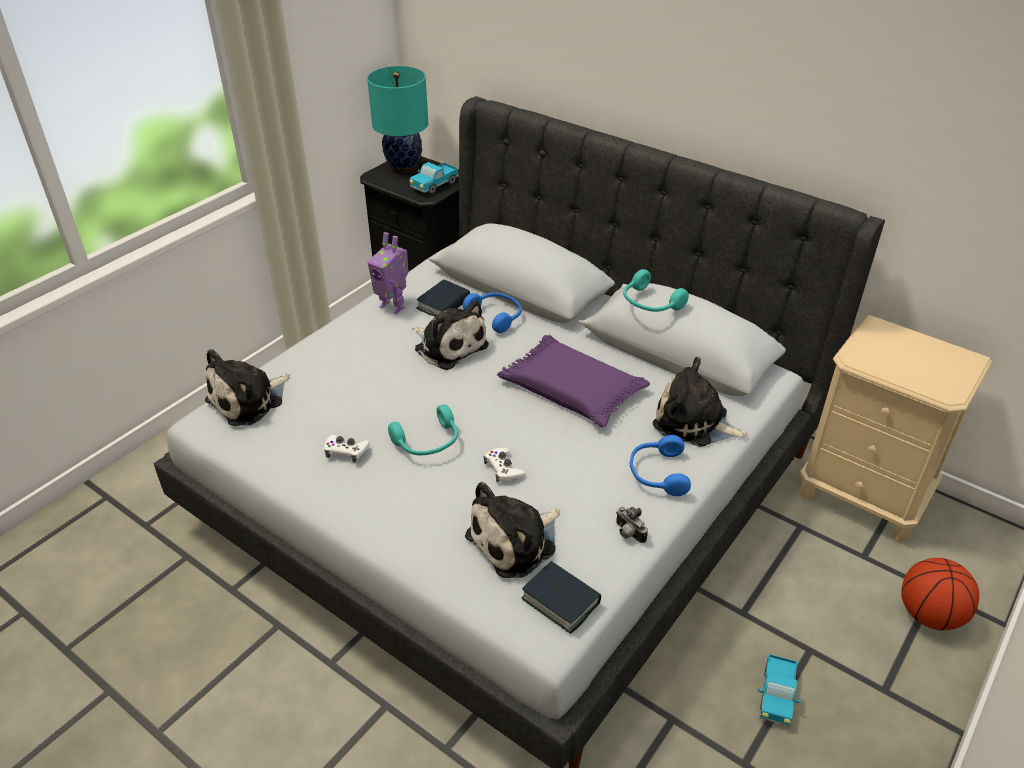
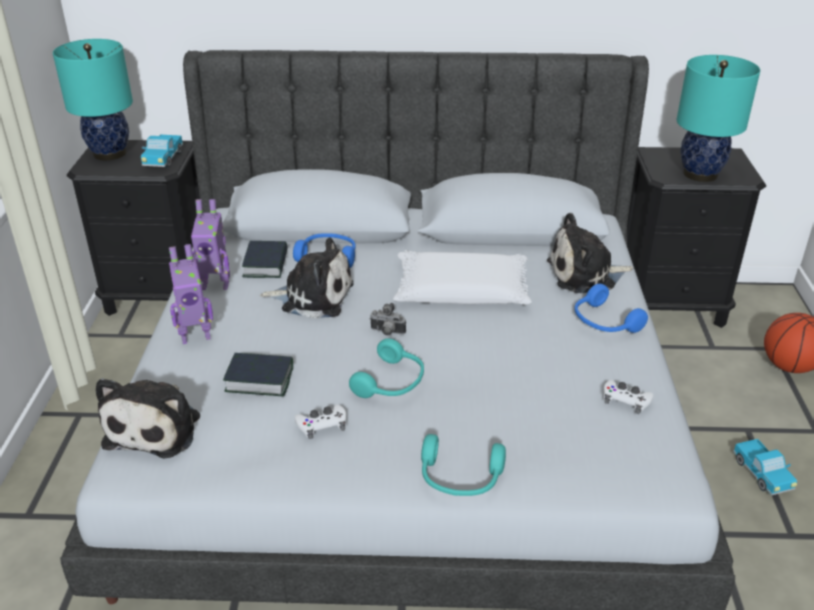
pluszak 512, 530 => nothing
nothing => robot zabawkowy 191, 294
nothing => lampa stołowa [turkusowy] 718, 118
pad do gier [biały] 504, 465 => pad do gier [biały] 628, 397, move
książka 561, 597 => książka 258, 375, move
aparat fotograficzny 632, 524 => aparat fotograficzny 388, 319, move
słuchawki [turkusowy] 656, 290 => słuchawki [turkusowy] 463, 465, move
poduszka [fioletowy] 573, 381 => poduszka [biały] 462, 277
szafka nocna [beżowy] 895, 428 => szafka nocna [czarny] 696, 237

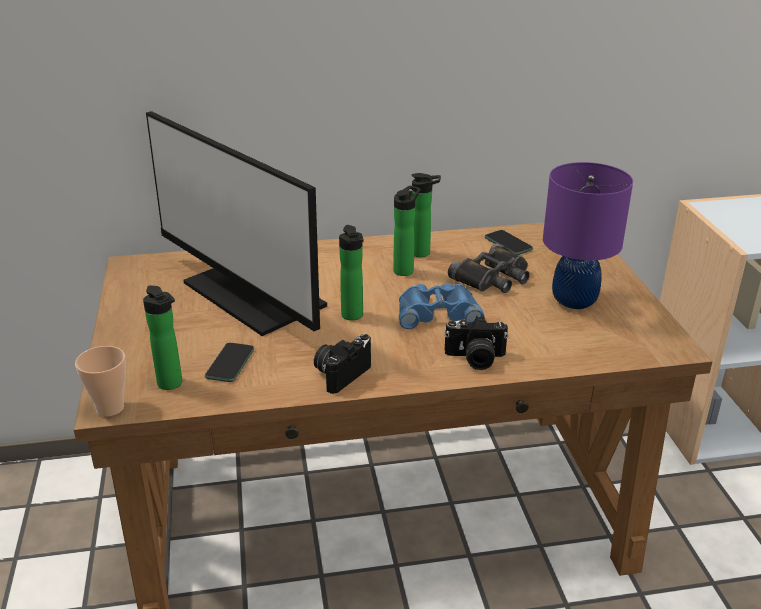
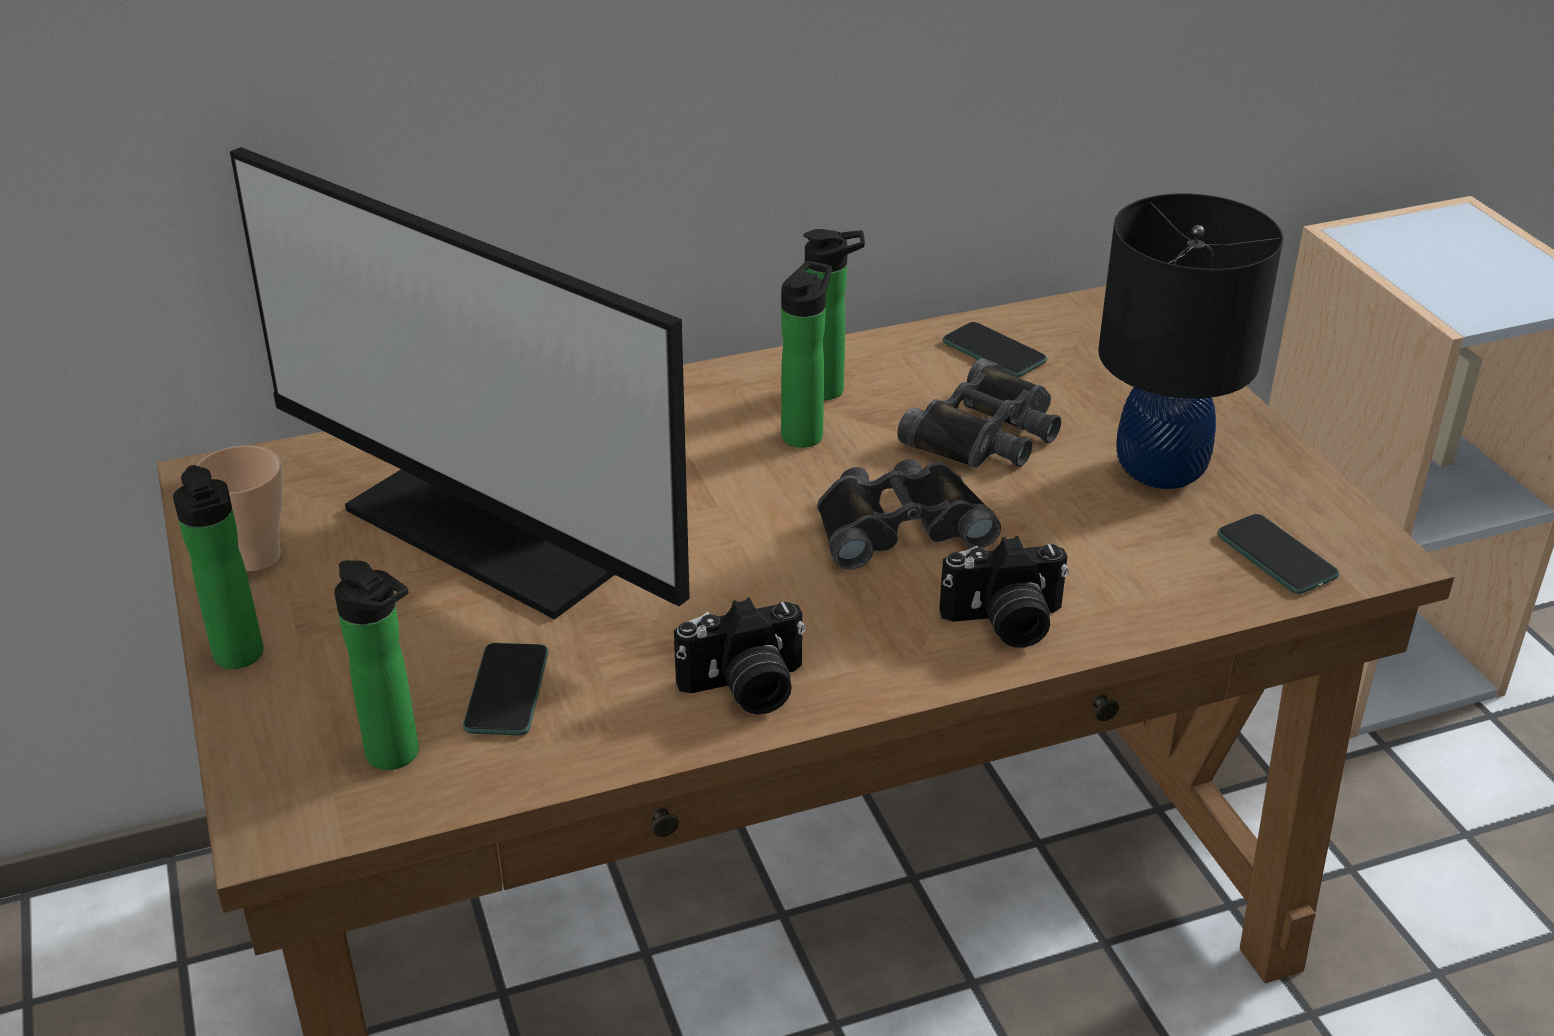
nothing => telefon 1278, 554
filiżanka 100, 381 => filiżanka 240, 508, move
butelka 351, 273 => butelka 218, 567, move
lornetka [niebieski] 441, 306 => lornetka [czarny] 909, 514
lampa stołowa [fioletowy] 588, 235 => lampa stołowa [czarny] 1190, 341
aparat fotograficzny 342, 364 => aparat fotograficzny 740, 656, 135 degrees counterclockwise

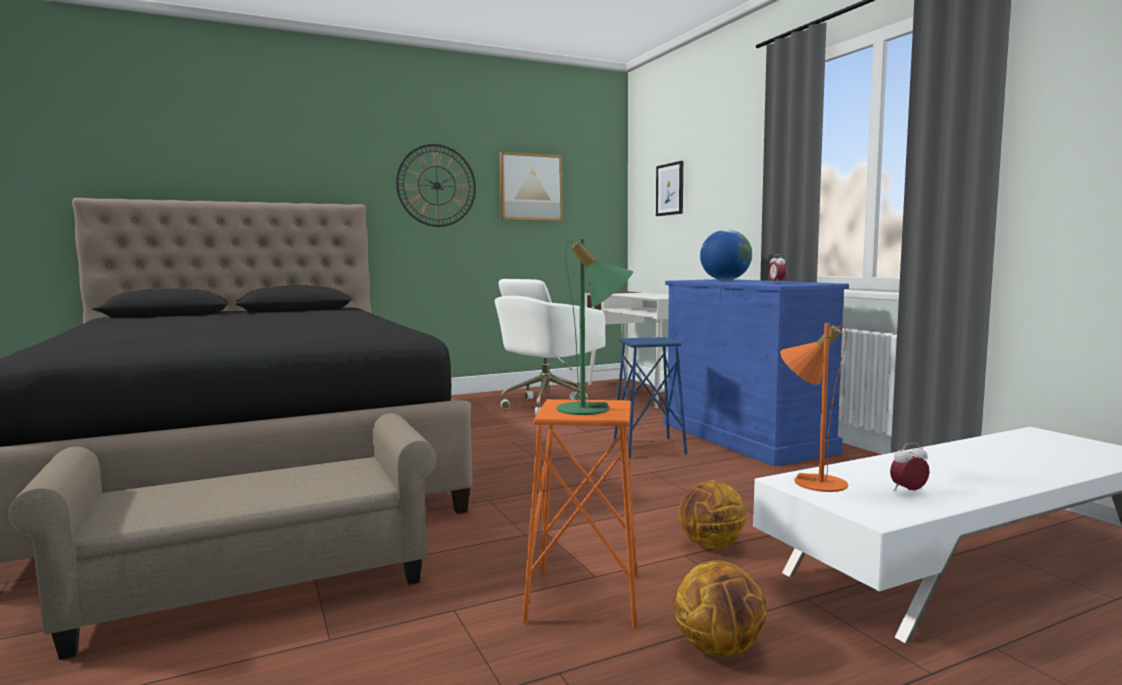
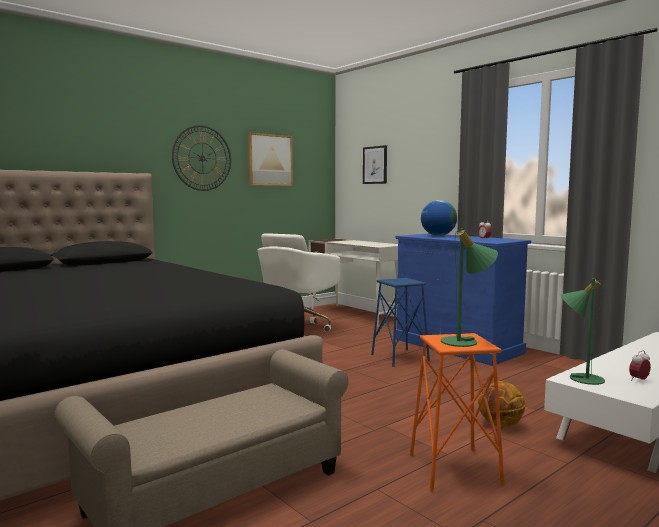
piłka do koszykówki 720, 608 => nothing
lampa stołowa [pomarańczowy] 814, 407 => lampa stołowa [zielony] 582, 332

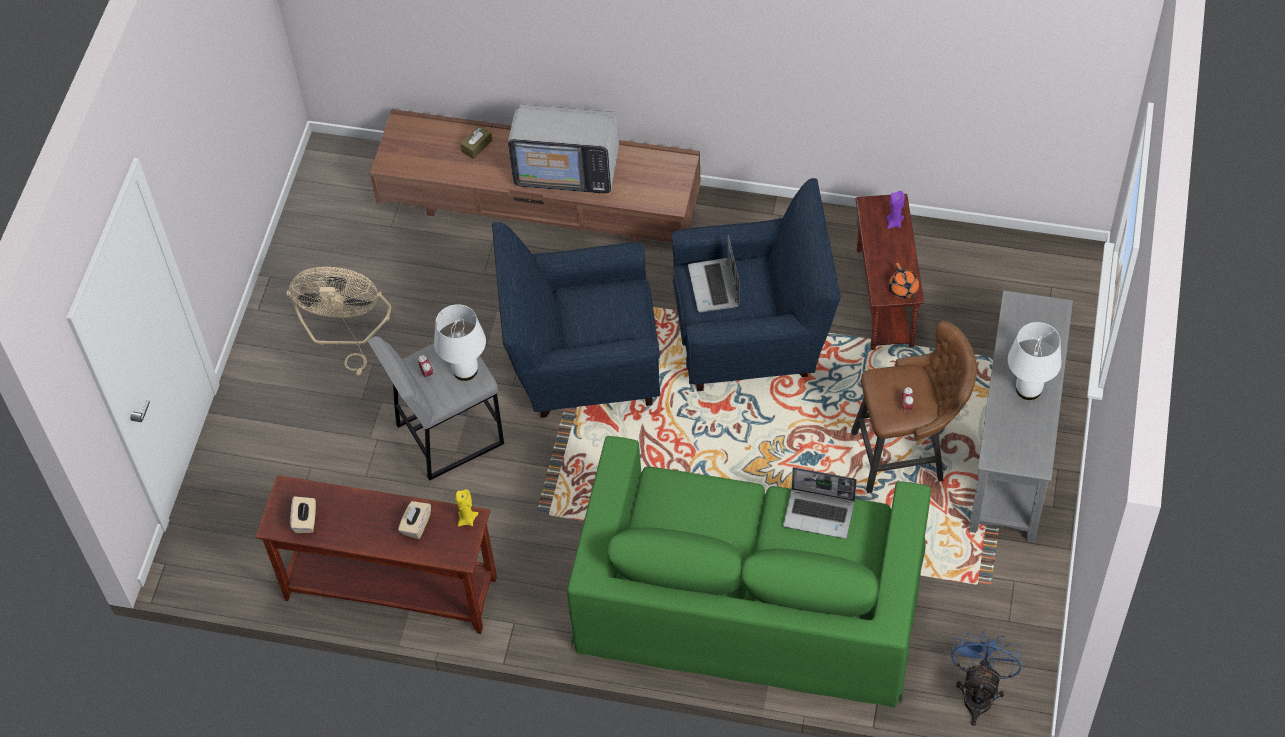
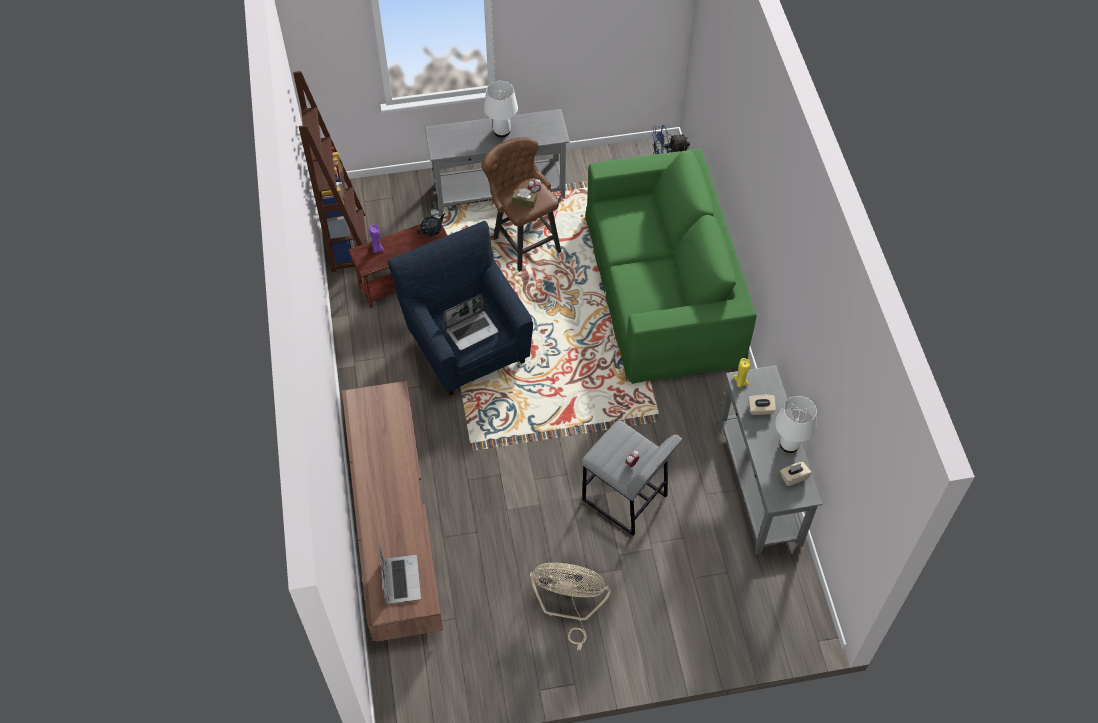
fotel [niebieski] 576, 320 => nothing
telewizor 563, 148 => nothing
nothing => regał [brązowy] 330, 171
lampa stołowa [biały] 460, 342 => lampa stołowa [biały] 796, 424, move
pudełko chusteczek [brązowy] 476, 142 => pudełko chusteczek [brązowy] 524, 198, move
laptop 820, 503 => laptop 400, 575, move
stolik konsolowy [brązowy] 376, 554 => stolik konsolowy [szary] 770, 460
imbryk [pomarańczowy] 904, 281 => imbryk [czarny] 431, 224
wentylator [beżowy] 339, 322 => wentylator [beżowy] 570, 607, 120 degrees clockwise

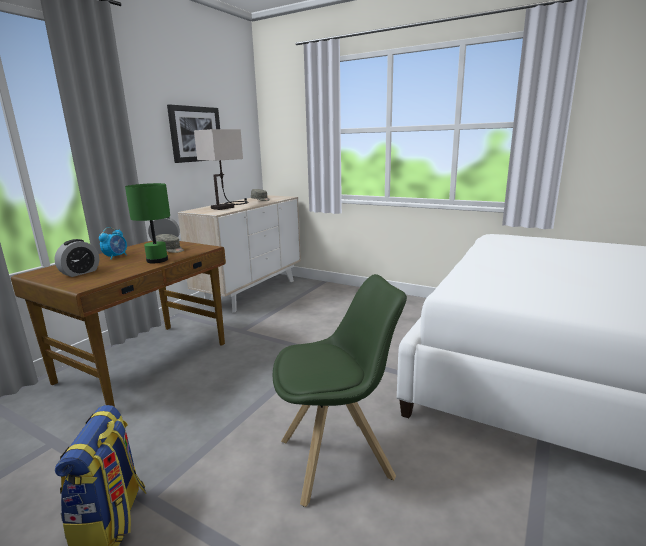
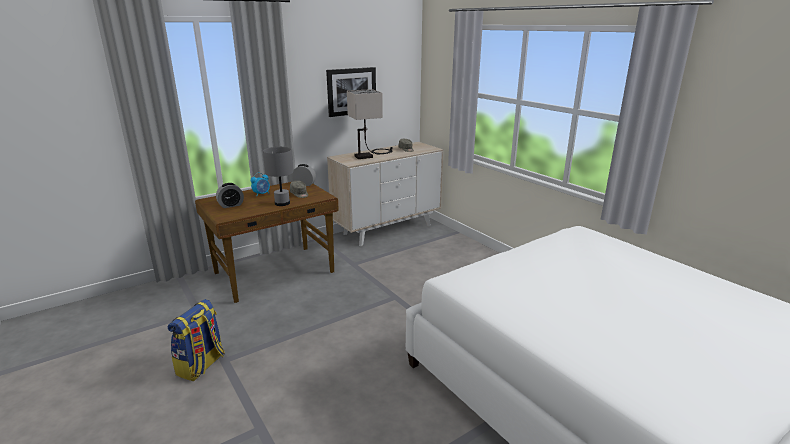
krzesło [zielony] 340, 390 => nothing
lampa stołowa [zielony] 147, 223 => lampa stołowa [szary] 278, 176

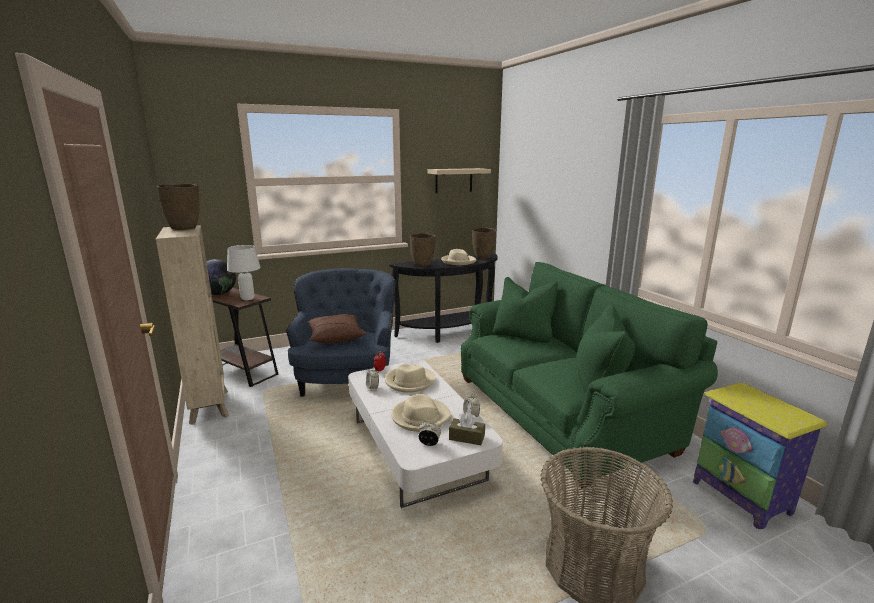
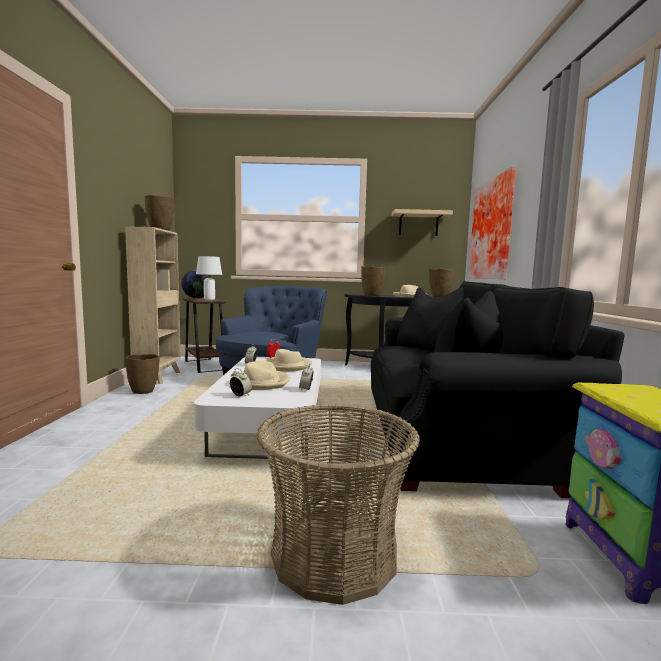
poduszka [brązowy] 337, 328 => nothing
pudełko chusteczek [brązowy] 467, 428 => nothing
nothing => wazon [brązowy] 142, 374
nothing => obraz 492, 223
kanapa [zielony] 589, 375 => kanapa [czarny] 498, 389

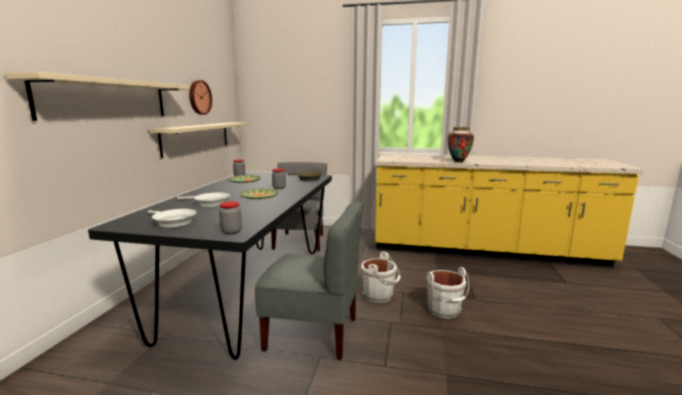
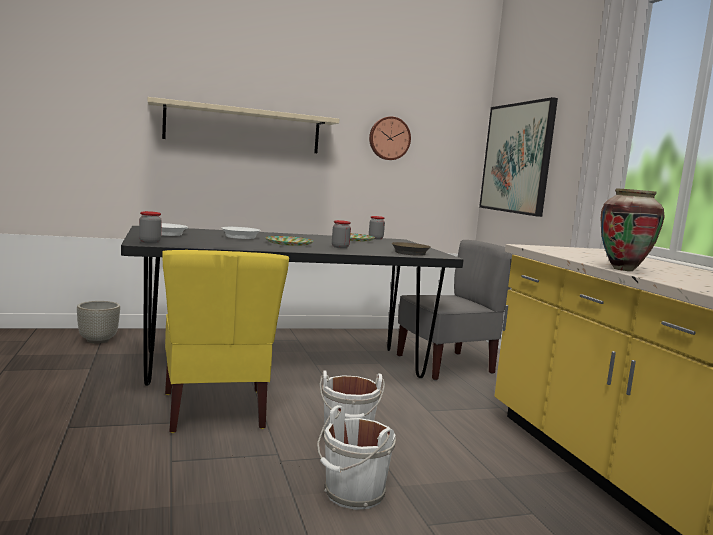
półka [beżowy] 198, 140 => nothing
nothing => donica [szary] 98, 322
nothing => obraz 518, 157
krzesło [szary] 309, 281 => krzesło [żółty] 226, 341

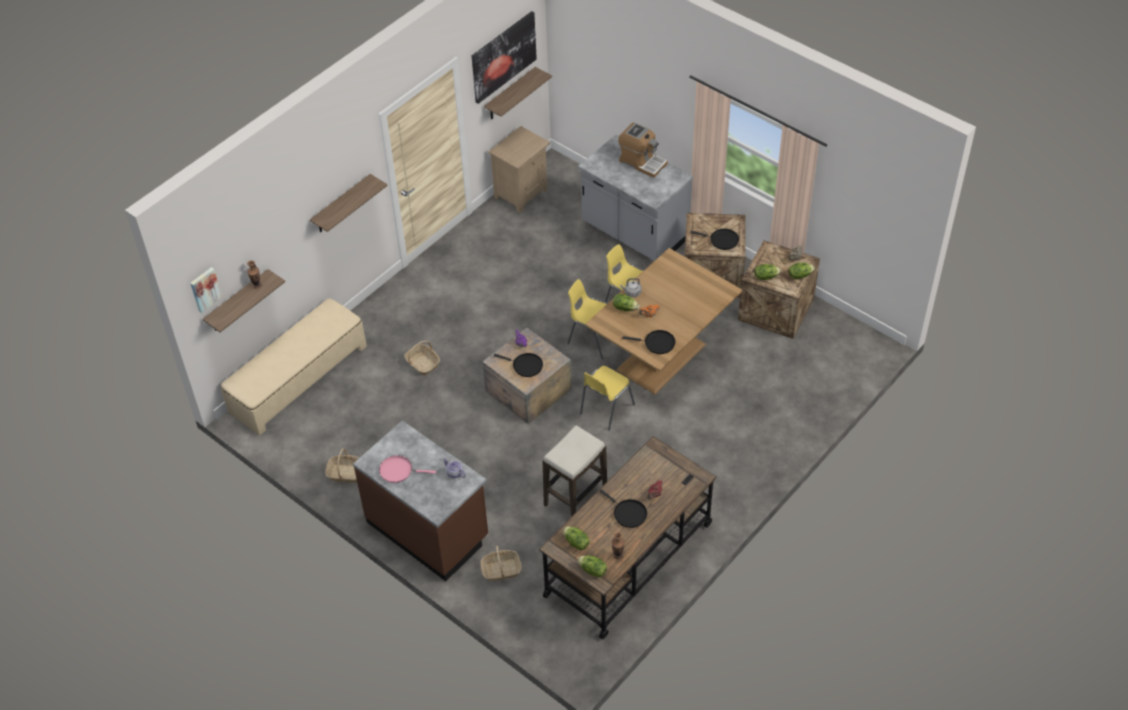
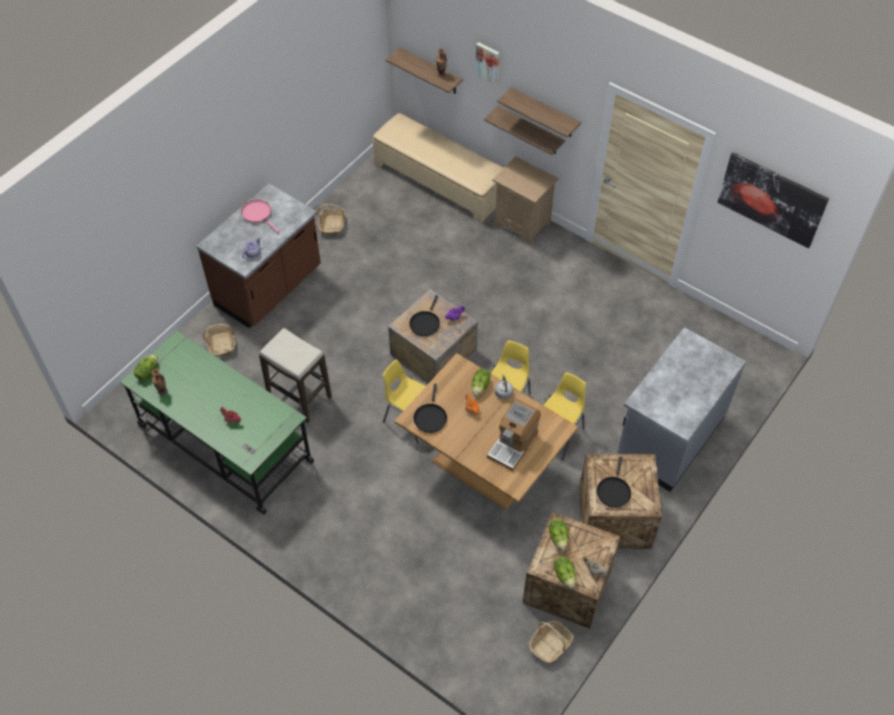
sałata 576, 538 => nothing
patelnia [czarny] 623, 508 => nothing
obraz 206, 290 => obraz 487, 63, move
koszyk 422, 358 => koszyk 551, 642, move
półka 518, 93 => półka 524, 130, move
szafka nocna [beżowy] 519, 169 => szafka nocna [beżowy] 525, 200, move
ekspres do kawy 643, 150 => ekspres do kawy 514, 435, move
biurko [brązowy] 628, 537 => biurko [zielony] 217, 423
patelnia [różowy] 407, 469 => patelnia [różowy] 260, 216, 45 degrees counterclockwise

